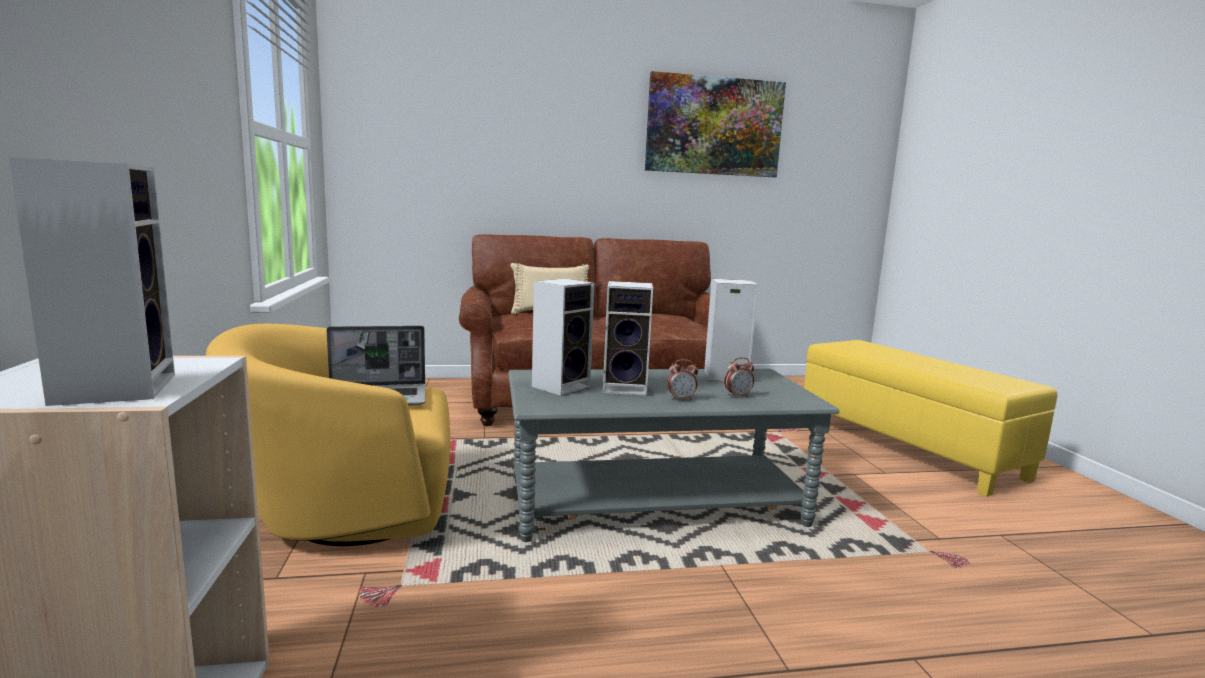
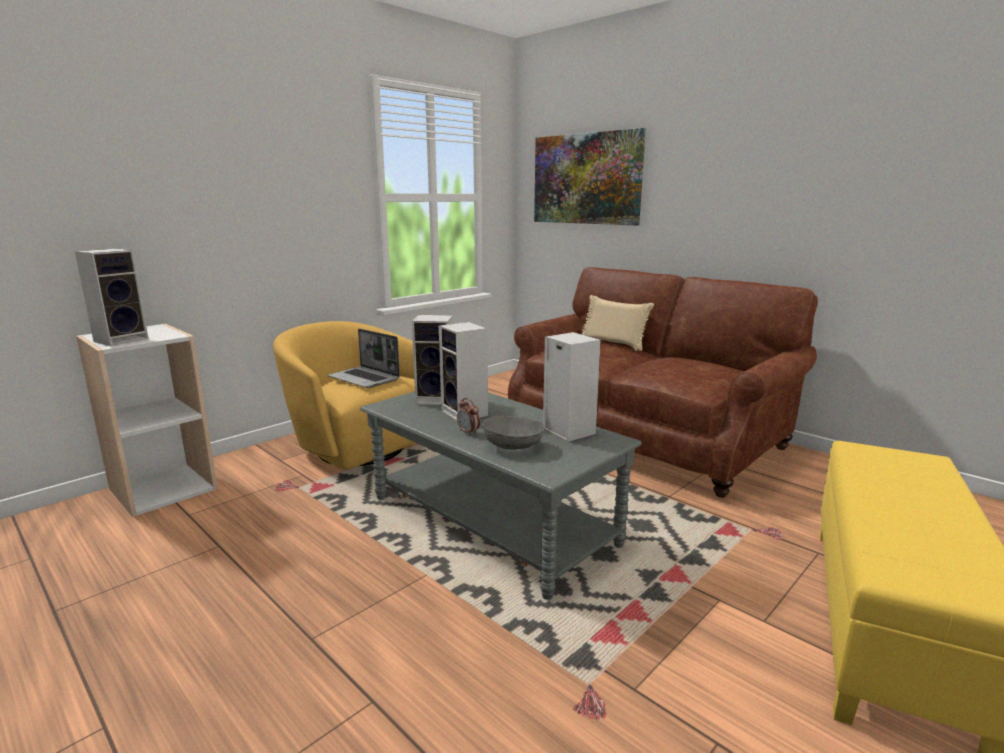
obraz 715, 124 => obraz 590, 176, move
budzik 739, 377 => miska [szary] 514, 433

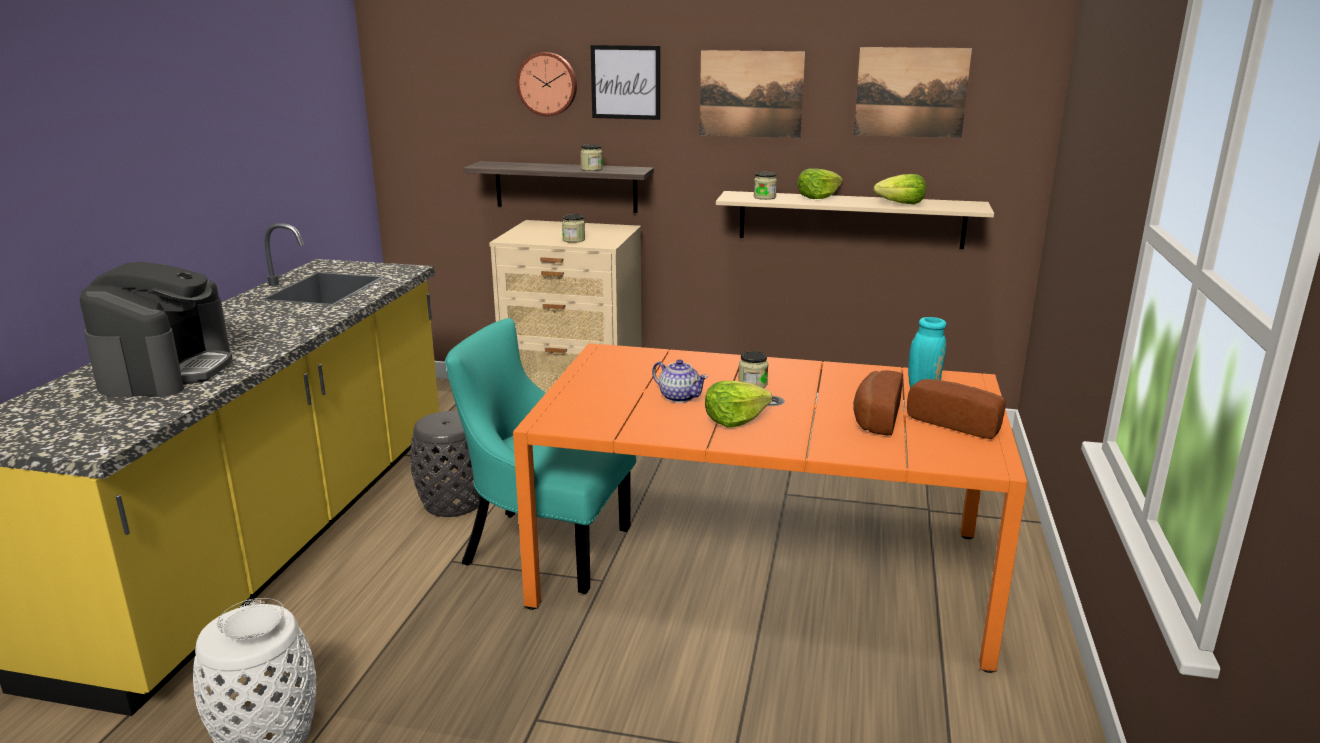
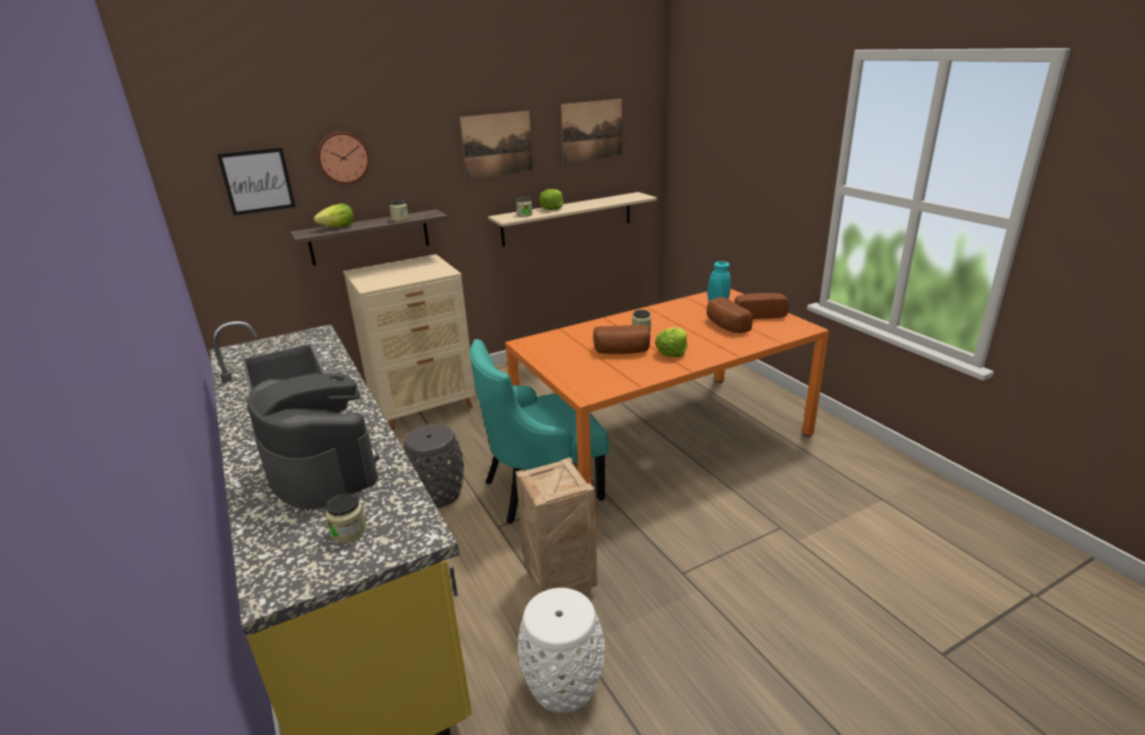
talerz [biały] 250, 619 => nothing
nothing => skrzynka 556, 525
słoik 573, 228 => słoik 346, 518, move
obraz 625, 82 => obraz 256, 181, move
sałata 899, 189 => sałata 334, 215, move
imbryk 680, 381 => chleb 621, 339

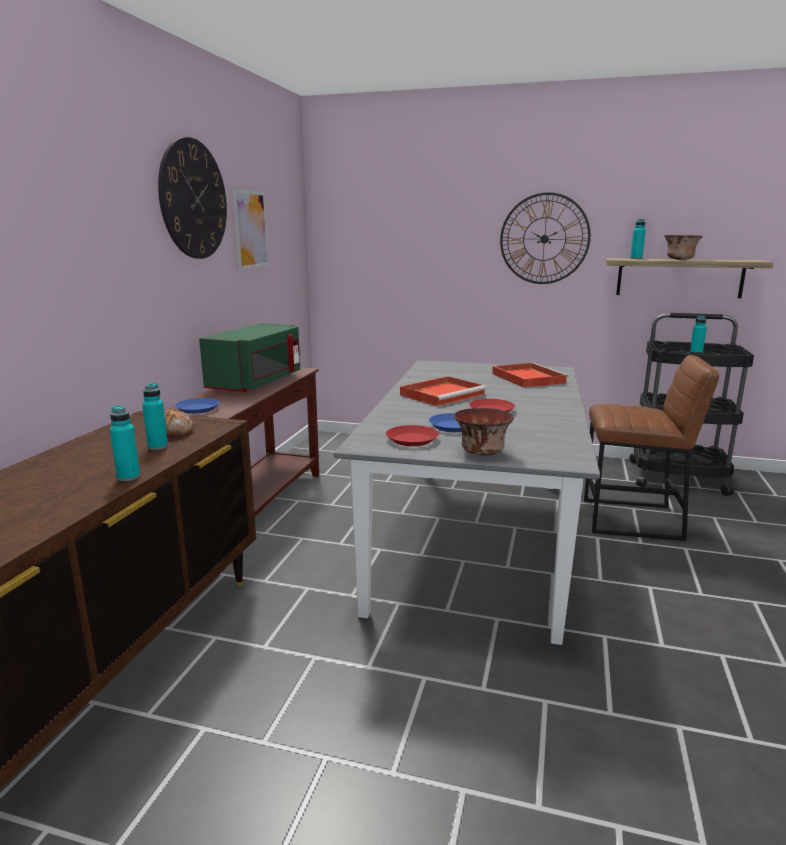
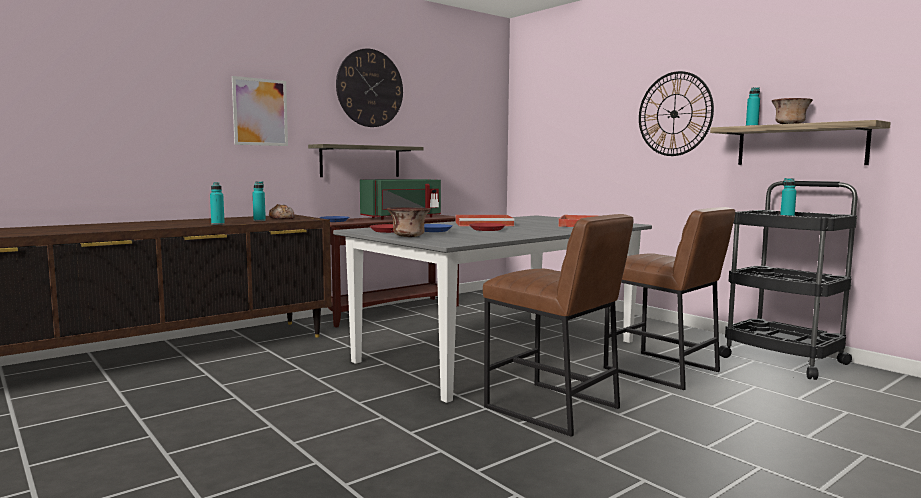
nothing => półka 366, 160
nothing => krzesło [brązowy] 558, 325
obraz 251, 229 => obraz 260, 111, move

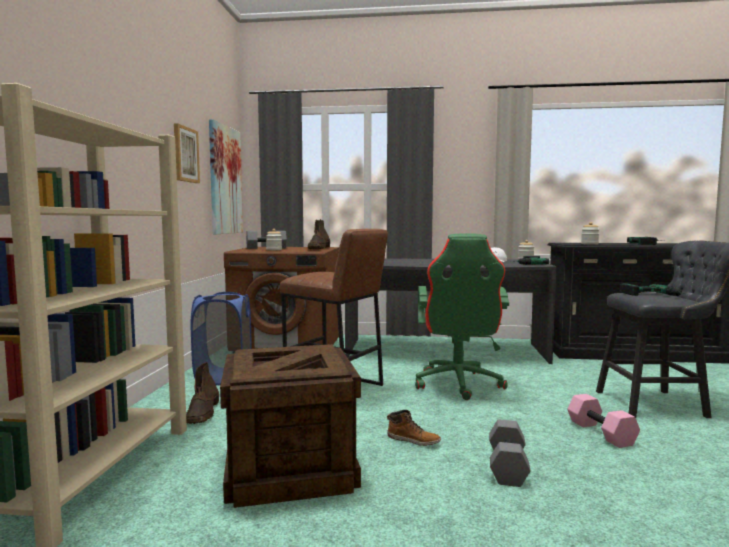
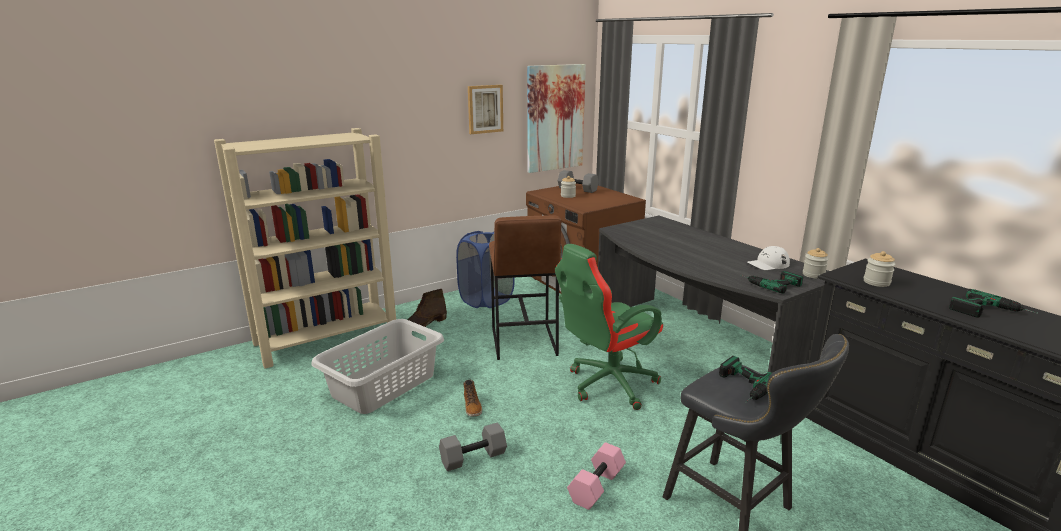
but z cholewką [brązowy] 319, 234 => nothing
skrzynka 290, 426 => kosz na pranie [szary] 377, 366

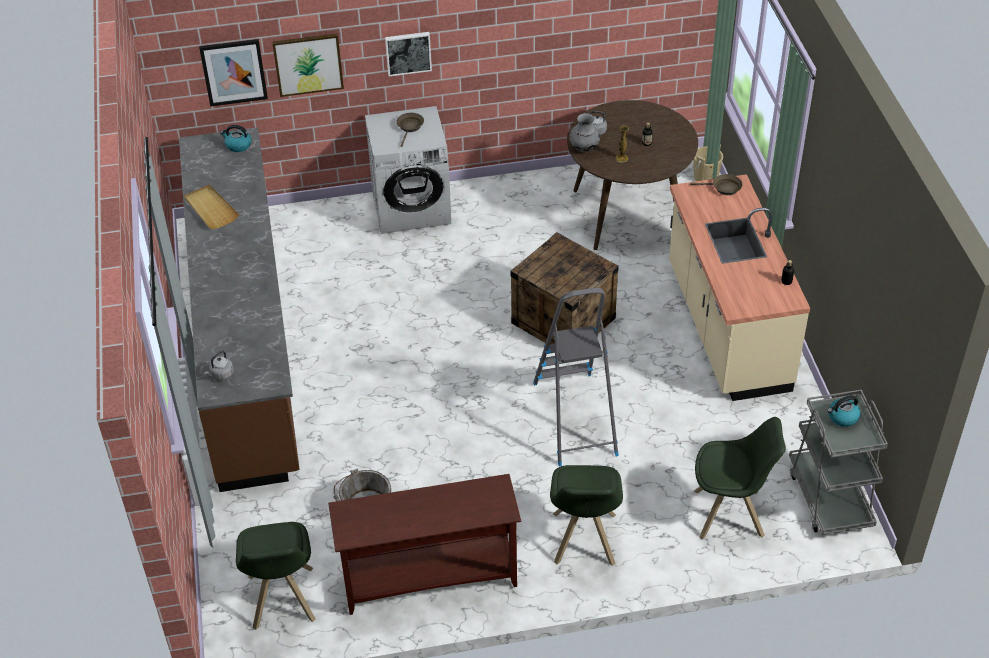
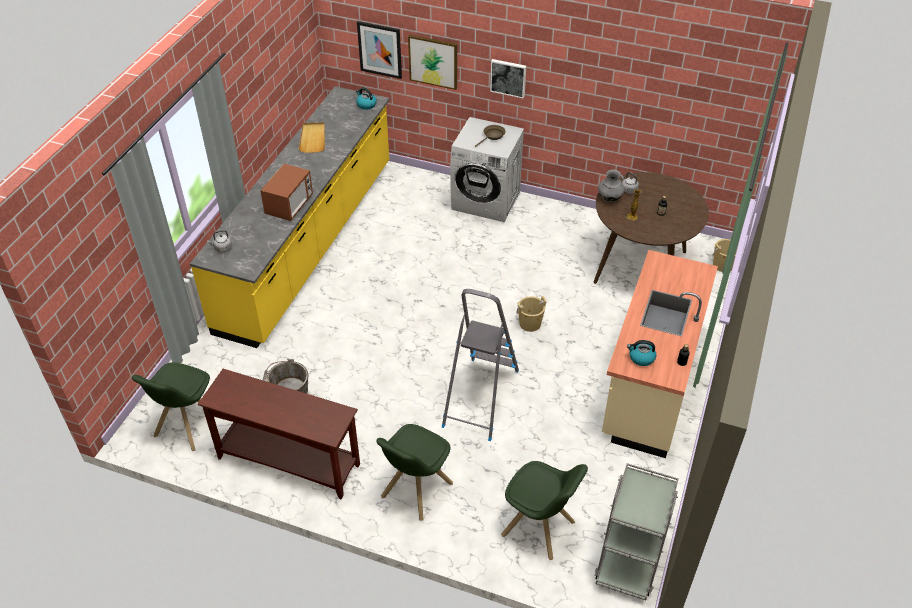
patelnia [brązowy] 716, 184 => nothing
nothing => mikrofalówka 286, 192
czajnik 844, 411 => czajnik 641, 353, move
skrzynka 564, 288 => wiadro [beżowy] 531, 314
zabudowa kuchenna [brązowy] 239, 309 => zabudowa kuchenna [żółty] 290, 217

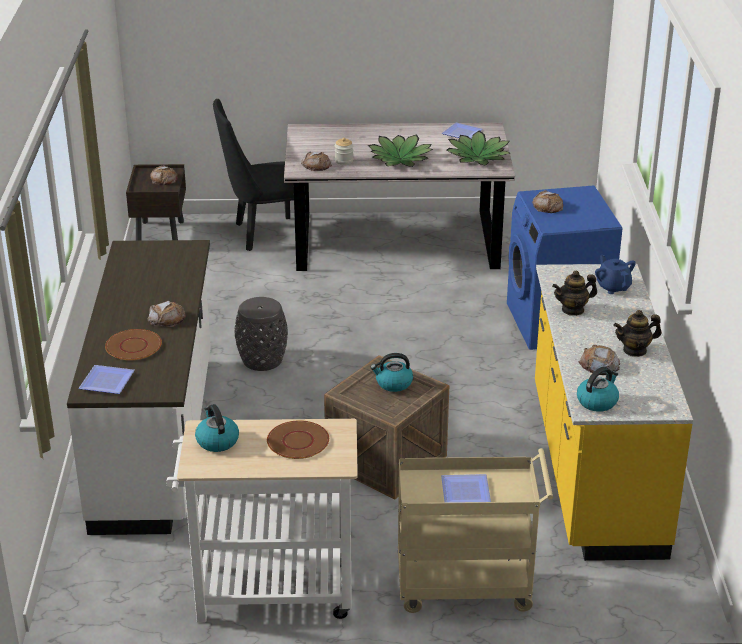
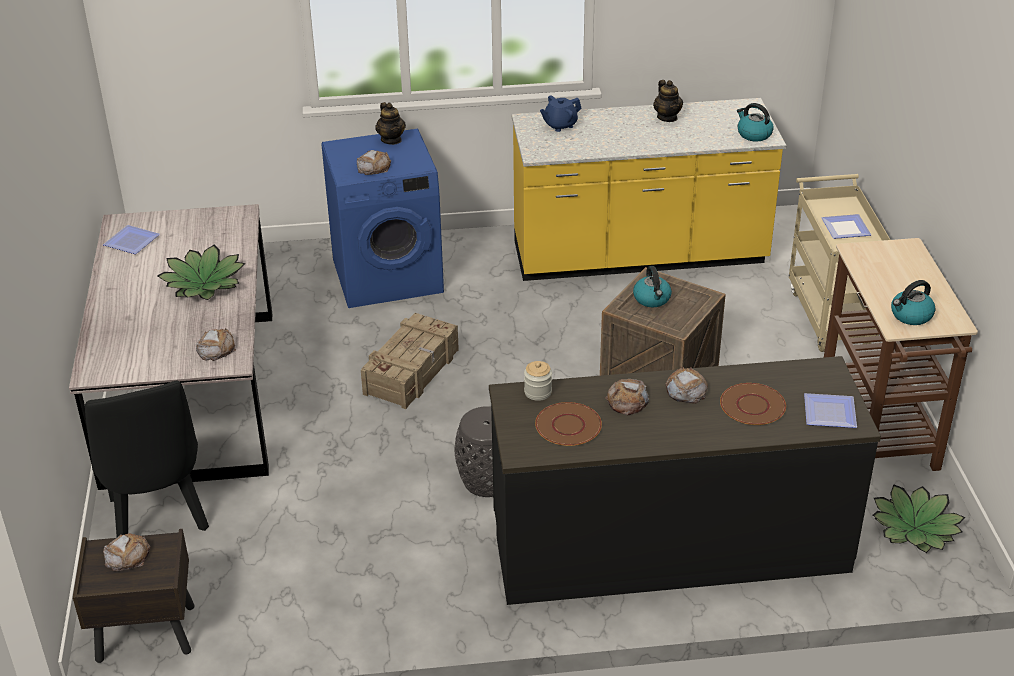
nothing => skrzynka 410, 361
talerz [brązowy] 298, 439 => talerz [brązowy] 568, 424, move
słoik 344, 151 => słoik 538, 381, move
roślina doniczkowa 478, 148 => roślina doniczkowa 919, 518, move
imbryk 574, 293 => imbryk 390, 123, move
chleb 599, 360 => chleb 627, 397, move
zabudowa kuchenna [biały] 139, 387 => zabudowa kuchenna [czarny] 685, 480
wózek [biały] 262, 521 => wózek [brązowy] 901, 354

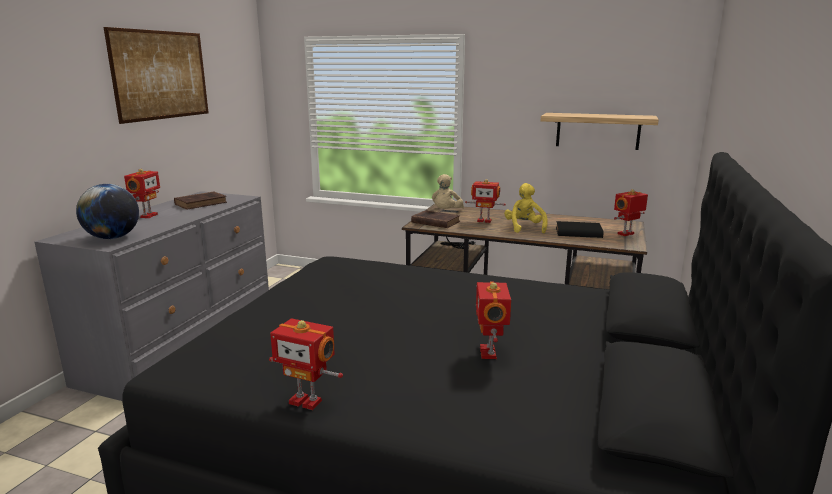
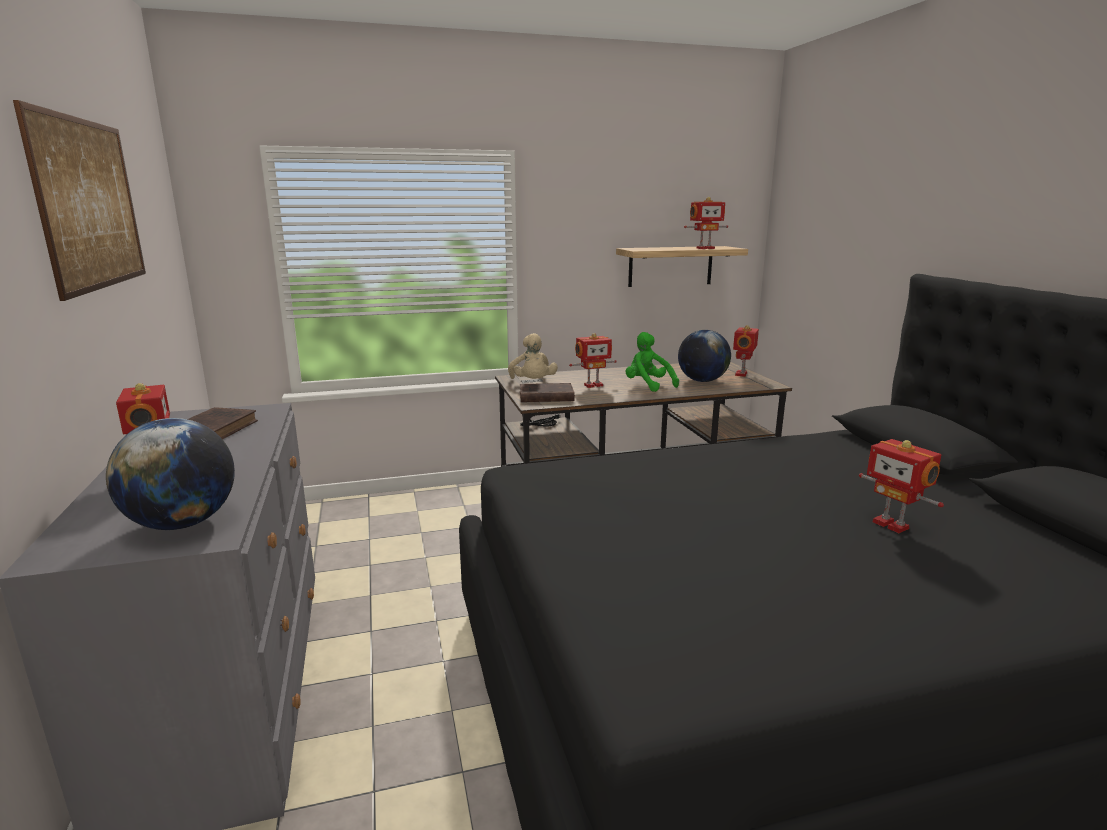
robot zabawkowy 306, 364 => robot zabawkowy 706, 223, move
książka [czarny] 580, 229 => globus 704, 356
pluszak [żółty] 526, 208 => pluszak [zielony] 652, 362

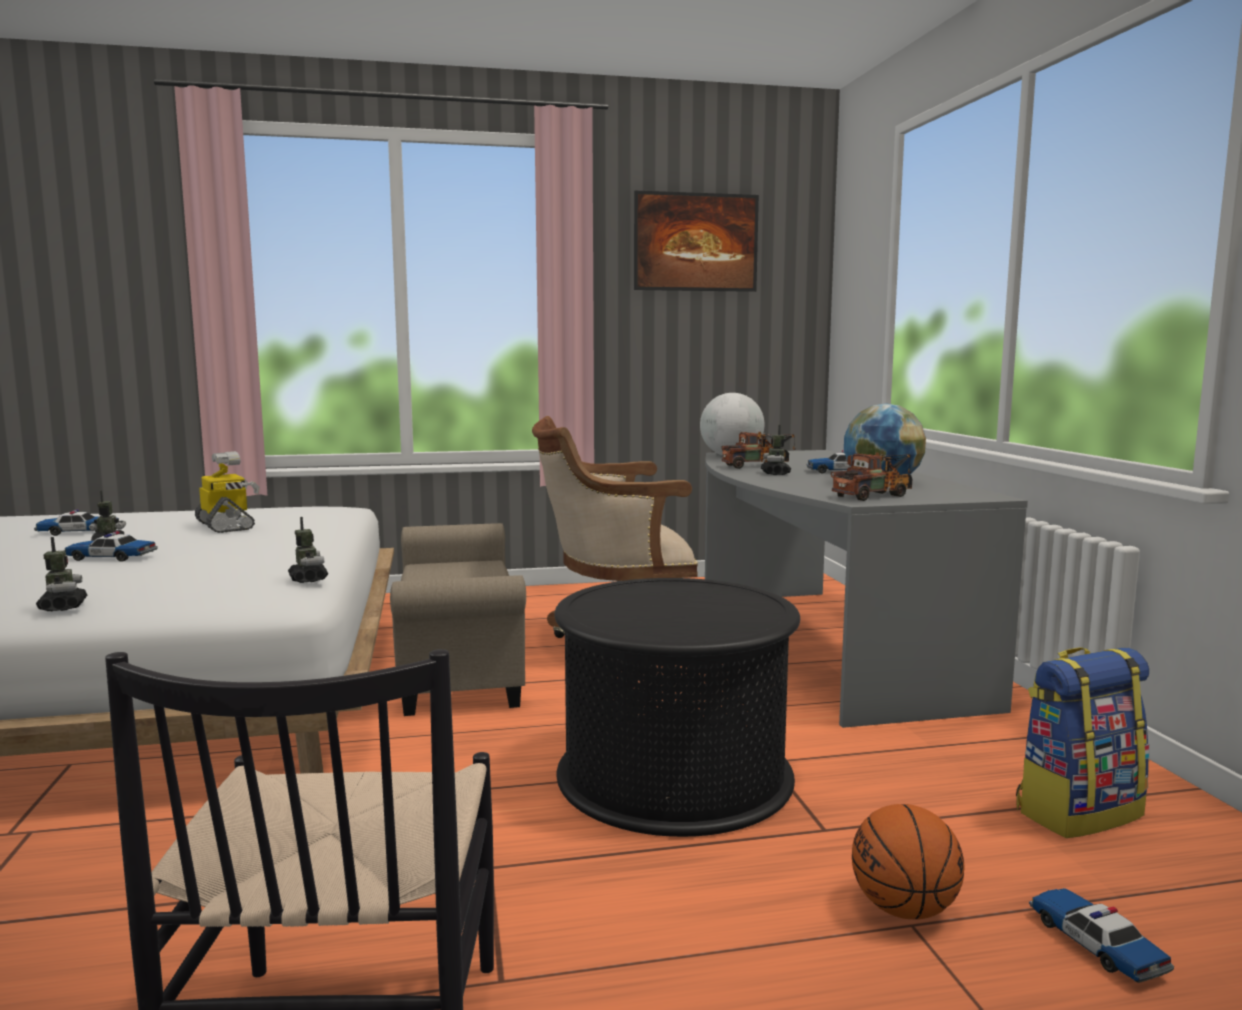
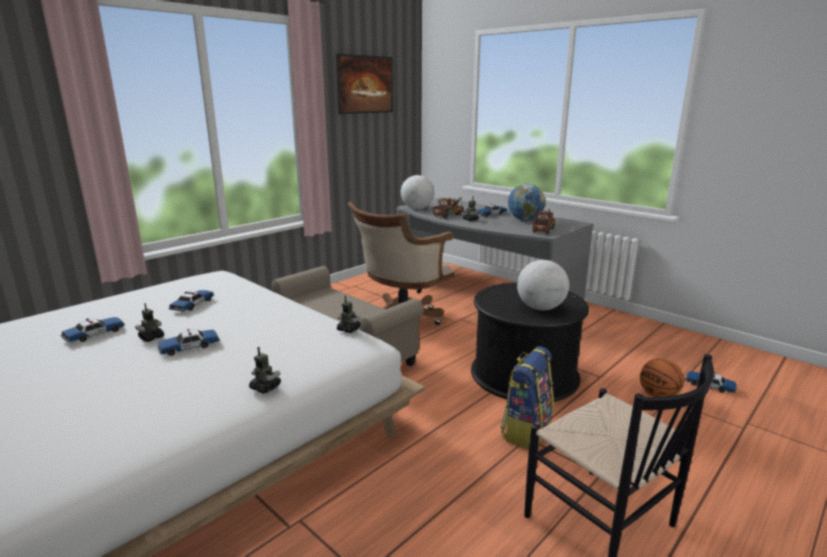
nothing => globus 543, 285
plecak 1082, 742 => plecak 527, 398, move
robot zabawkowy 227, 492 => samochodzik 191, 301

